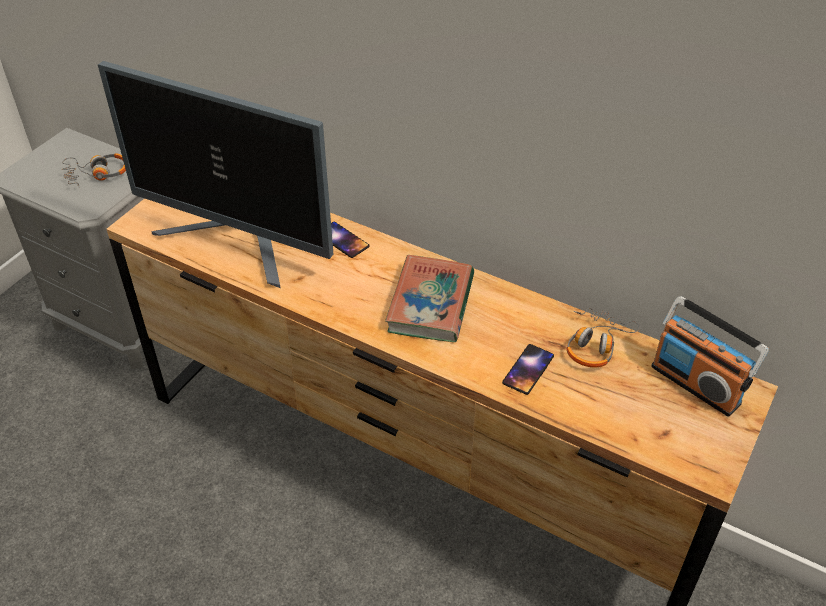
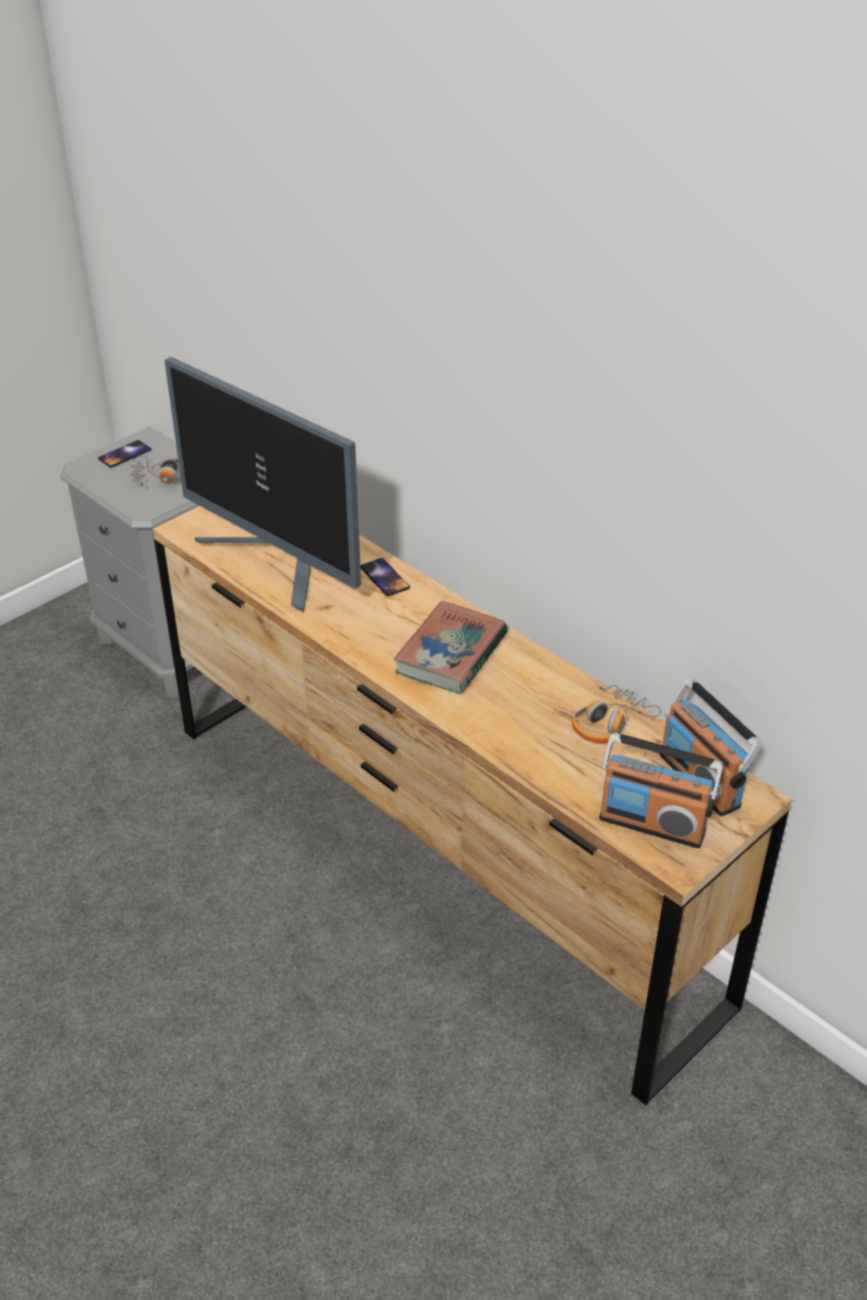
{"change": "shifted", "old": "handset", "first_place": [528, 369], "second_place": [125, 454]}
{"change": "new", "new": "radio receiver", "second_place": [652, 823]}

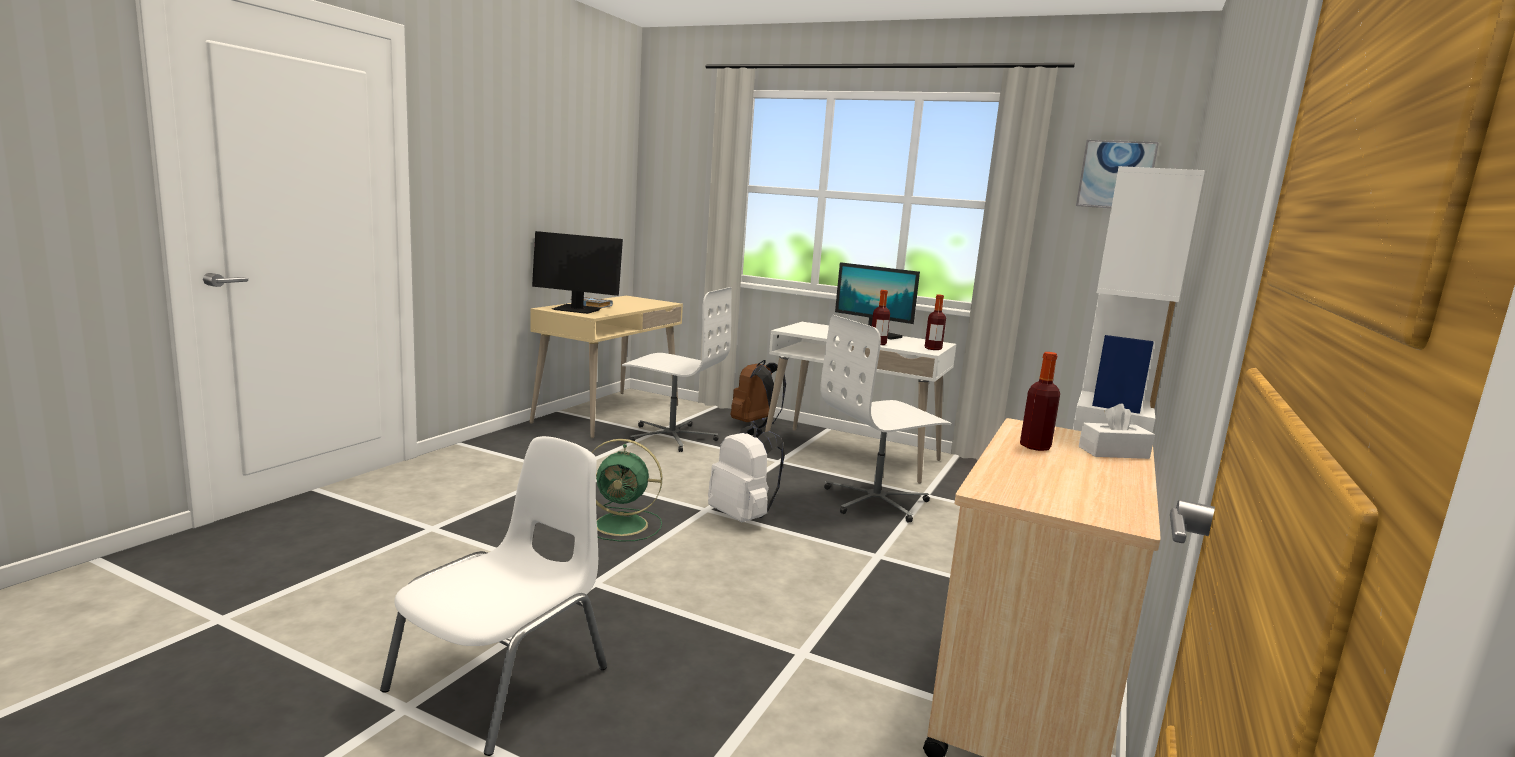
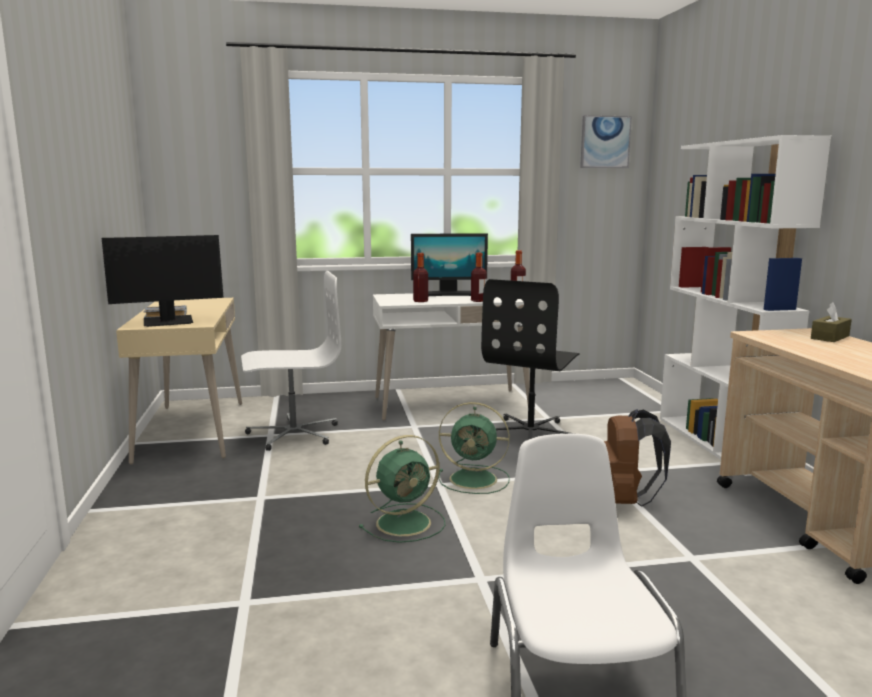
{"change": "shifted", "old": "drink bottle", "first_place": [1035, 446], "second_place": [420, 301]}
{"change": "swapped", "old": "rucksack (white-coloured)", "new": "electric fan (green-coloured)", "first_place": [743, 517], "second_place": [475, 479]}
{"change": "repainted", "old": "office chair (white-coloured)", "new": "office chair (black)", "first_place": [876, 501], "second_place": [531, 434]}
{"change": "shifted", "old": "rucksack (brown-coloured)", "first_place": [755, 425], "second_place": [624, 501]}
{"change": "repainted", "old": "box of tissues (white-coloured)", "new": "box of tissues (brown-coloured)", "first_place": [1113, 452], "second_place": [830, 337]}

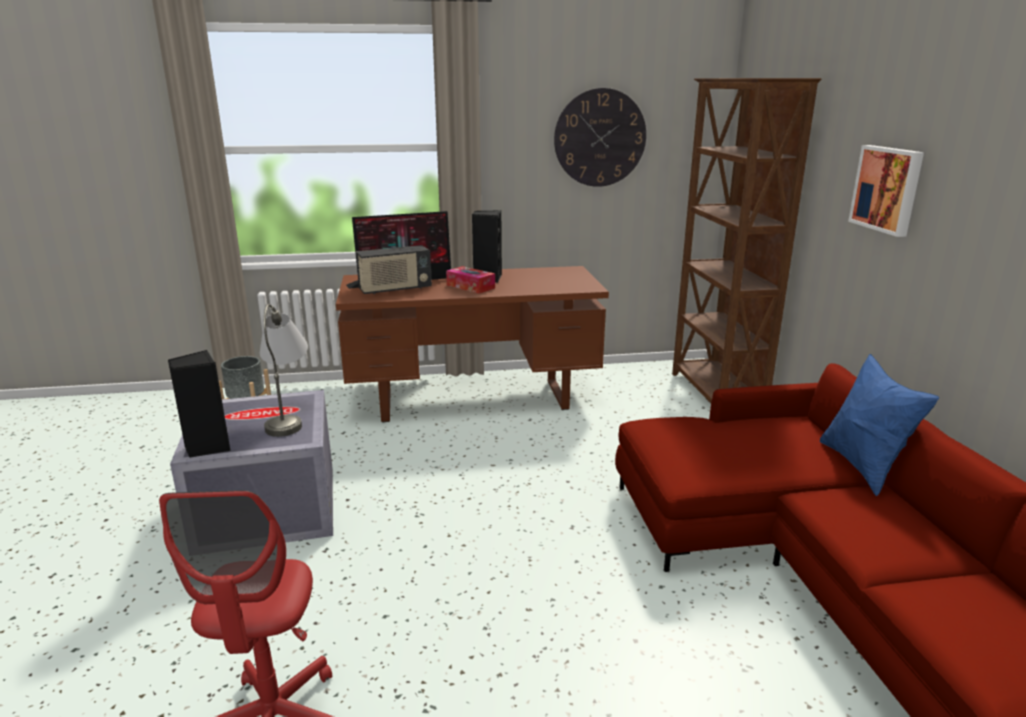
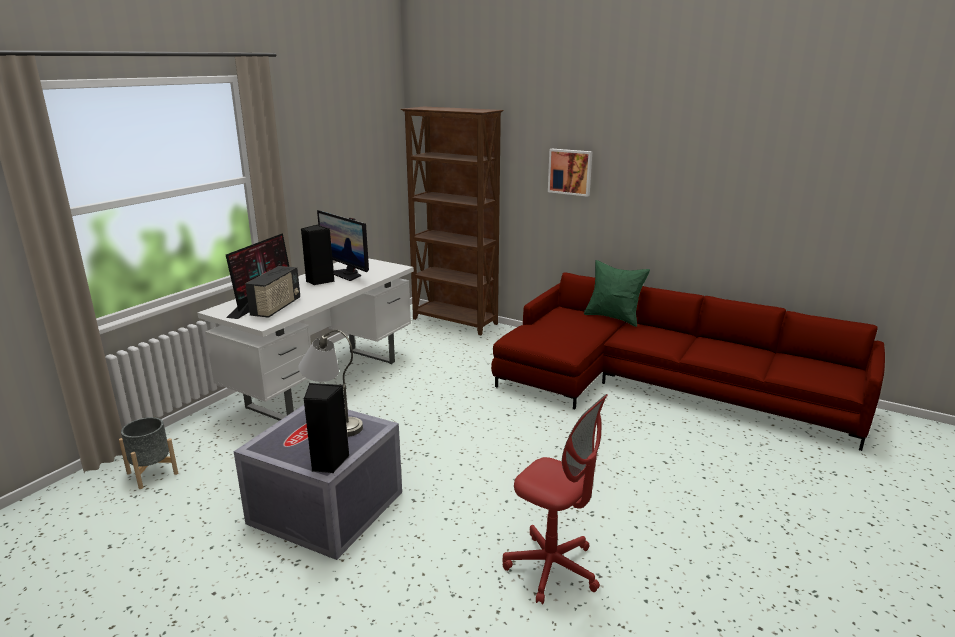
{"change": "repainted", "old": "desk unit (brown-coloured)", "new": "desk unit (white-coloured)", "first_place": [474, 400], "second_place": [325, 383]}
{"change": "new", "new": "computer display", "second_place": [347, 274]}
{"change": "repainted", "old": "cushion (blue)", "new": "cushion (green-coloured)", "first_place": [863, 466], "second_place": [613, 317]}
{"change": "gone", "old": "box of tissues", "first_place": [470, 286]}
{"change": "gone", "old": "hanging clock", "first_place": [600, 138]}

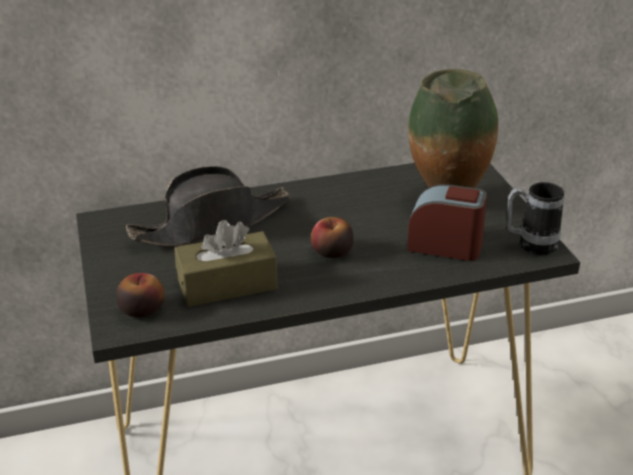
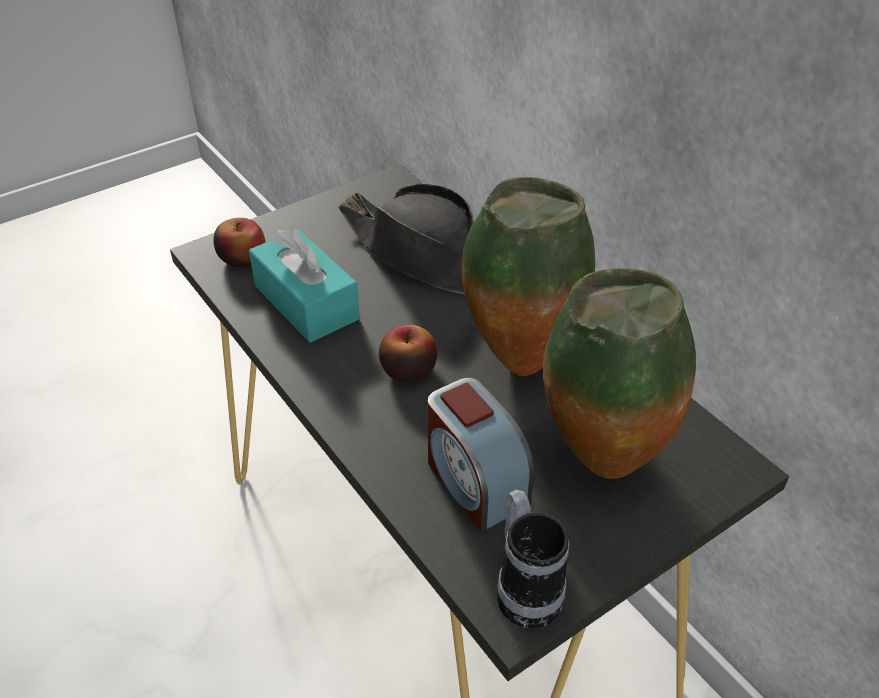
{"change": "repainted", "old": "box of tissues (brown-coloured)", "new": "box of tissues (turquoise-coloured)", "first_place": [227, 284], "second_place": [306, 302]}
{"change": "rotated", "old": "bedside clock", "first_place": [445, 246], "second_place": [474, 481], "degrees": 150}
{"change": "new", "new": "flower vase", "second_place": [518, 360]}

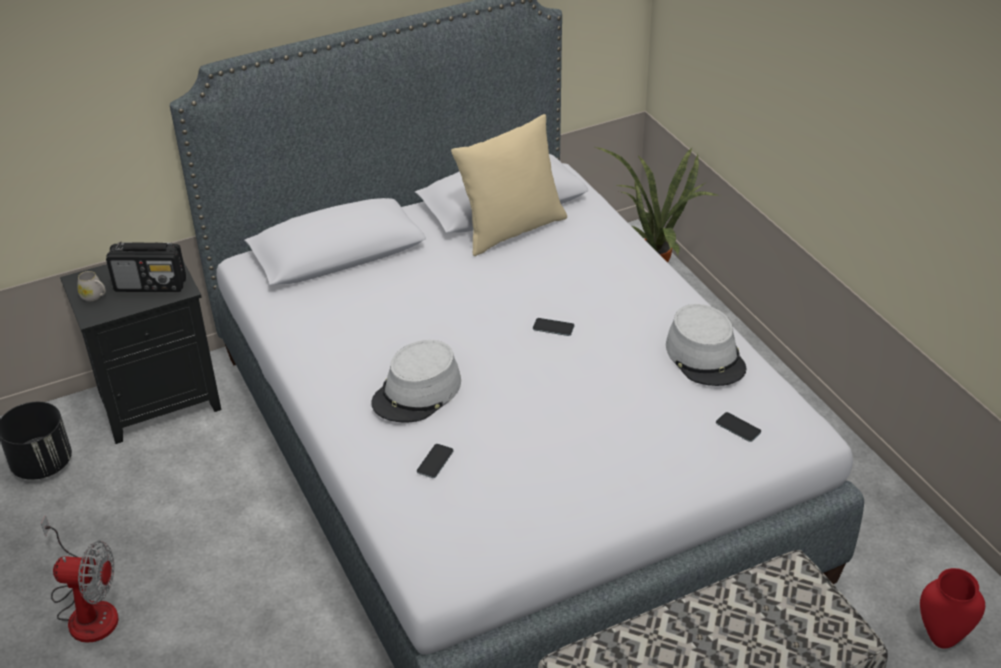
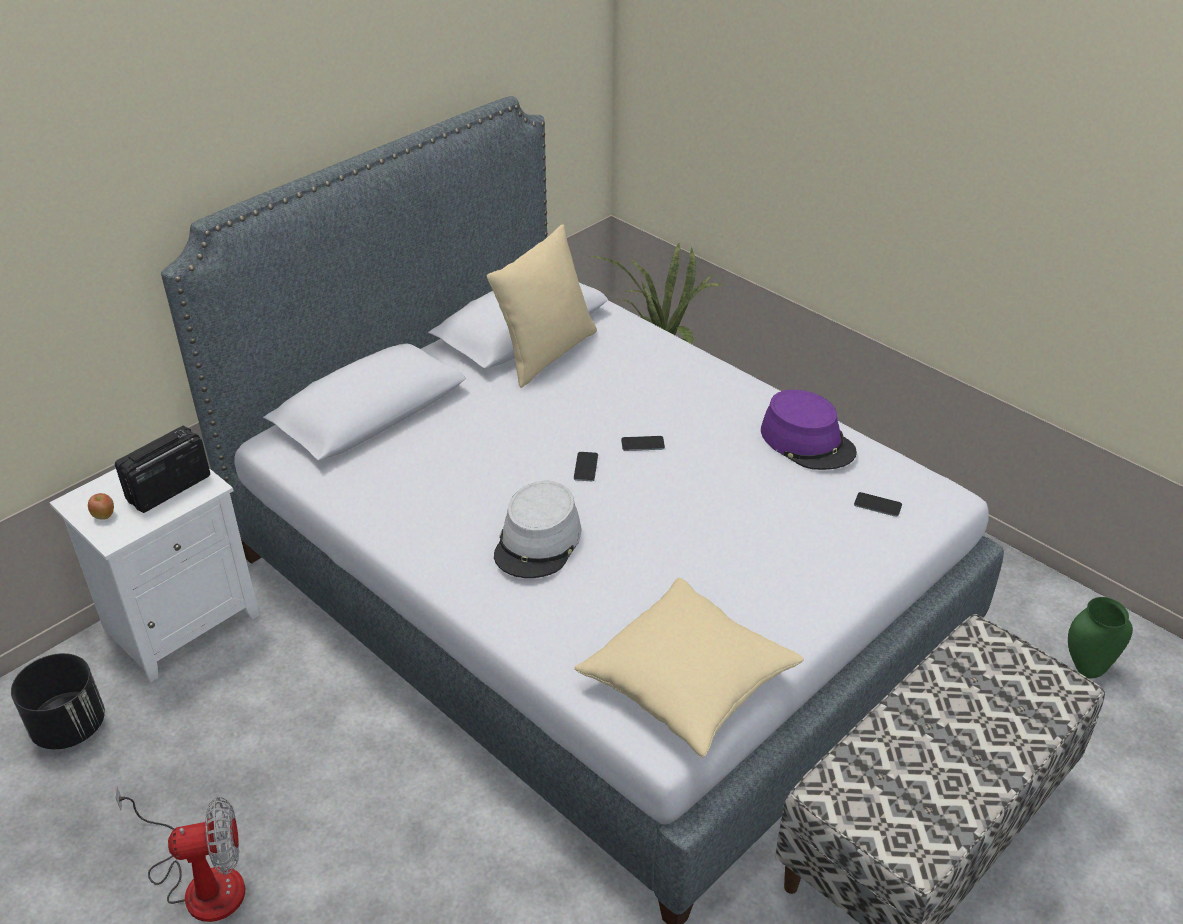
{"change": "repainted", "old": "night table (black)", "new": "night table (white-coloured)", "first_place": [159, 399], "second_place": [181, 620]}
{"change": "swapped", "old": "mug (white-coloured)", "new": "apple", "first_place": [94, 296], "second_place": [104, 515]}
{"change": "rotated", "old": "radio receiver", "first_place": [151, 285], "second_place": [168, 489], "degrees": 150}
{"change": "shifted", "old": "handset", "first_place": [435, 461], "second_place": [586, 467]}
{"change": "new", "new": "cushion (beige-coloured)", "second_place": [688, 682]}
{"change": "repainted", "old": "clothing hat (grey)", "new": "clothing hat (purple-coloured)", "first_place": [705, 356], "second_place": [807, 442]}
{"change": "repainted", "old": "flower vase (red)", "new": "flower vase (green-coloured)", "first_place": [941, 638], "second_place": [1086, 668]}

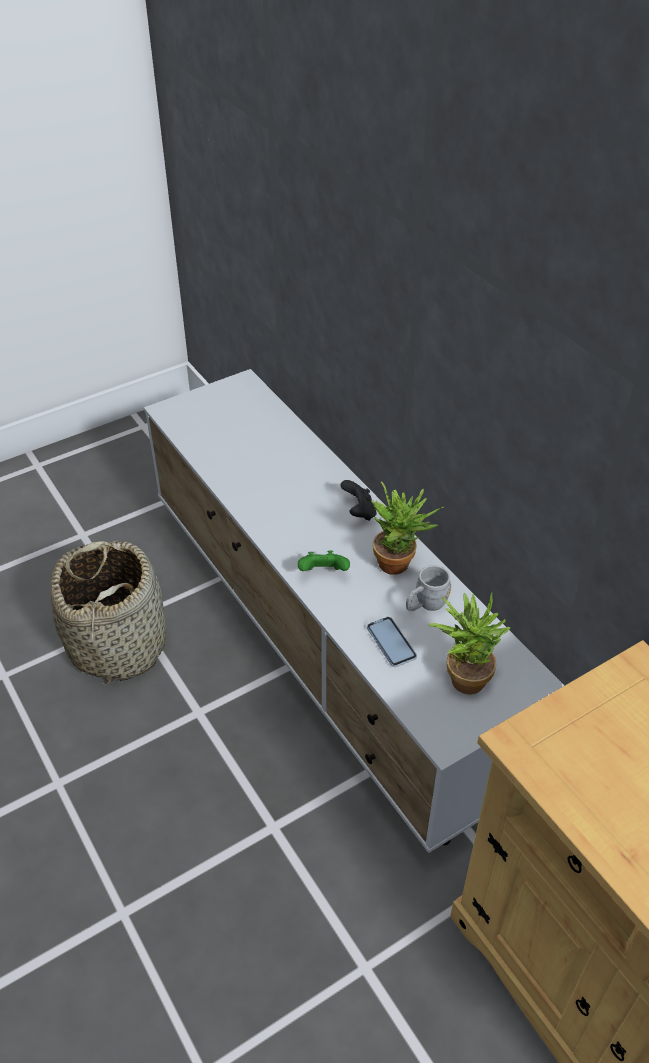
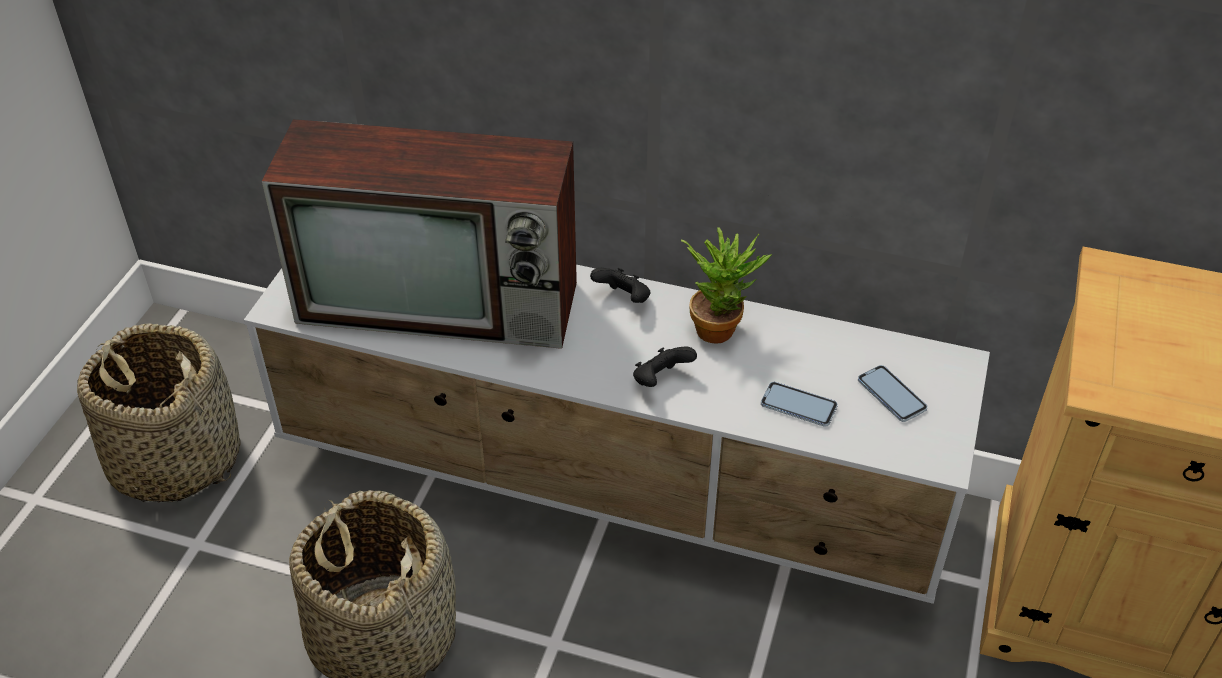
{"change": "new", "new": "storage basket", "second_place": [175, 458]}
{"change": "new", "new": "TV", "second_place": [444, 302]}
{"change": "repainted", "old": "joypad (green-coloured)", "new": "joypad (black)", "first_place": [323, 573], "second_place": [660, 380]}
{"change": "swapped", "old": "potted plant", "new": "handset", "first_place": [462, 676], "second_place": [891, 395]}
{"change": "gone", "old": "mug (grey)", "first_place": [425, 605]}

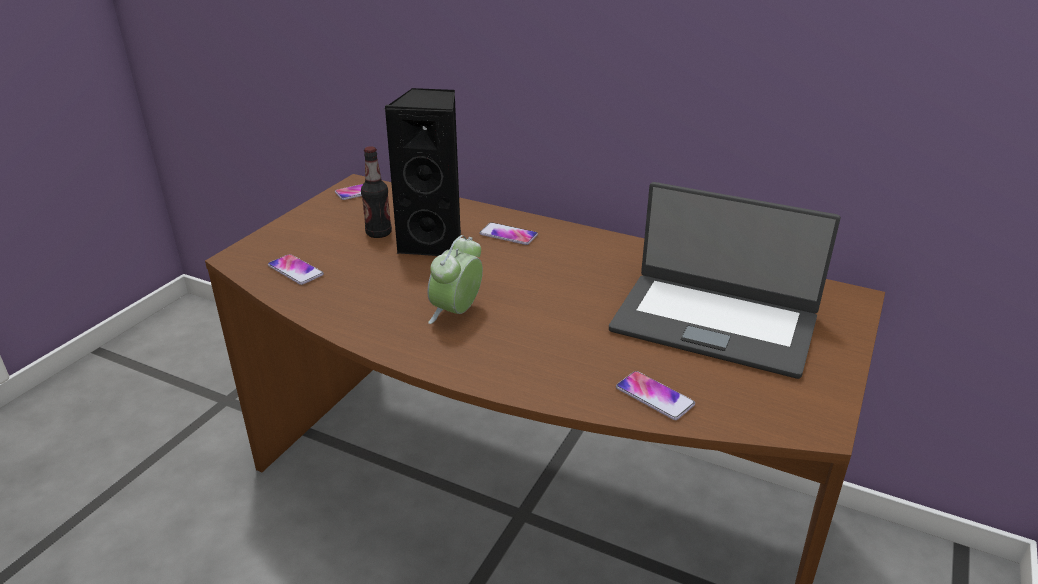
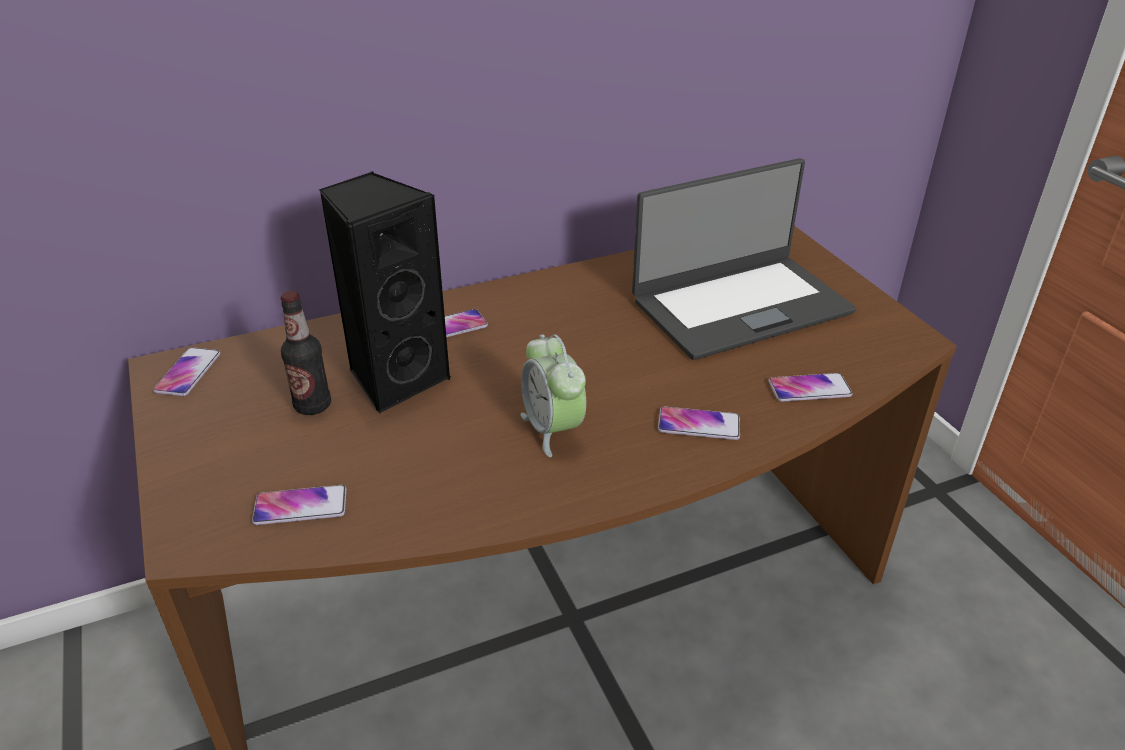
{"change": "new", "new": "handset", "second_place": [699, 424]}

